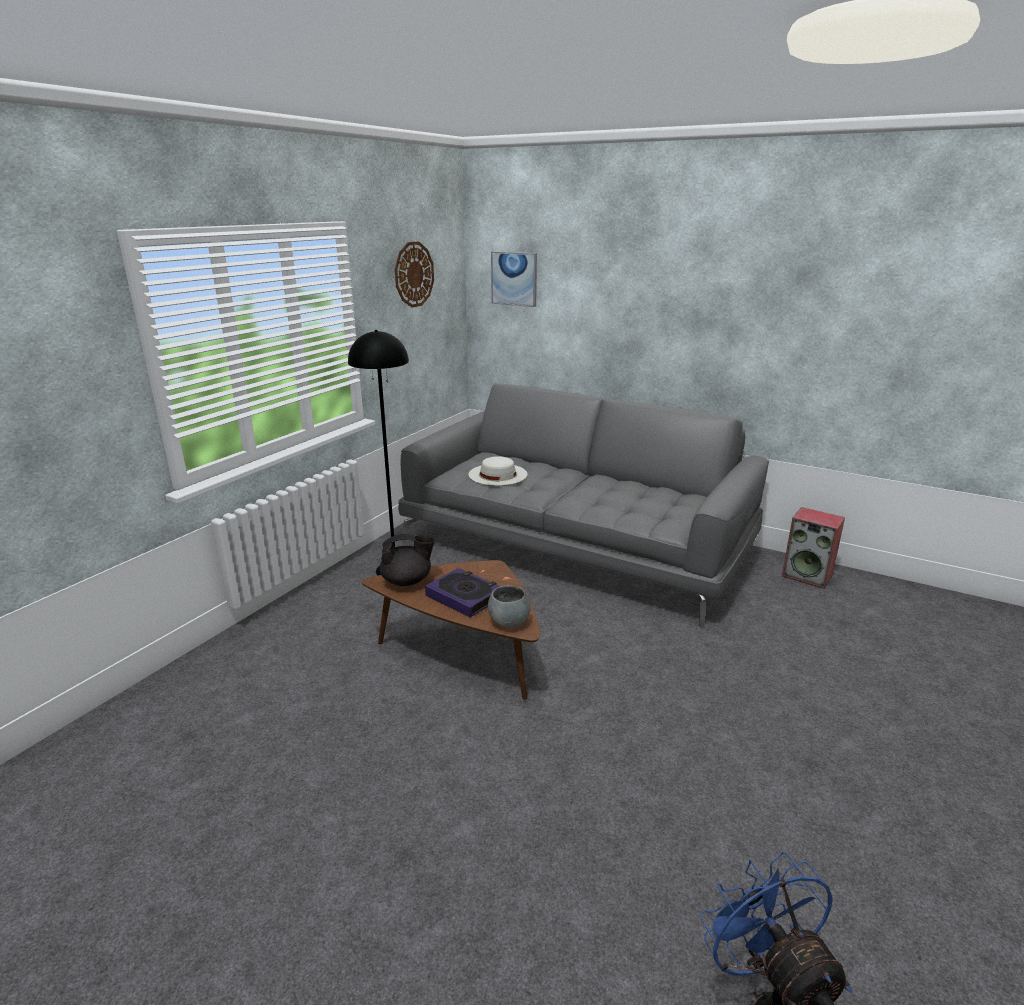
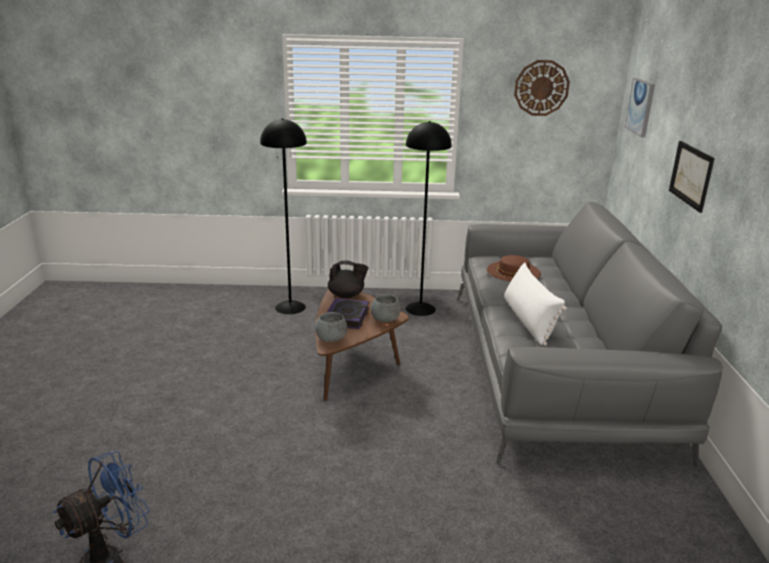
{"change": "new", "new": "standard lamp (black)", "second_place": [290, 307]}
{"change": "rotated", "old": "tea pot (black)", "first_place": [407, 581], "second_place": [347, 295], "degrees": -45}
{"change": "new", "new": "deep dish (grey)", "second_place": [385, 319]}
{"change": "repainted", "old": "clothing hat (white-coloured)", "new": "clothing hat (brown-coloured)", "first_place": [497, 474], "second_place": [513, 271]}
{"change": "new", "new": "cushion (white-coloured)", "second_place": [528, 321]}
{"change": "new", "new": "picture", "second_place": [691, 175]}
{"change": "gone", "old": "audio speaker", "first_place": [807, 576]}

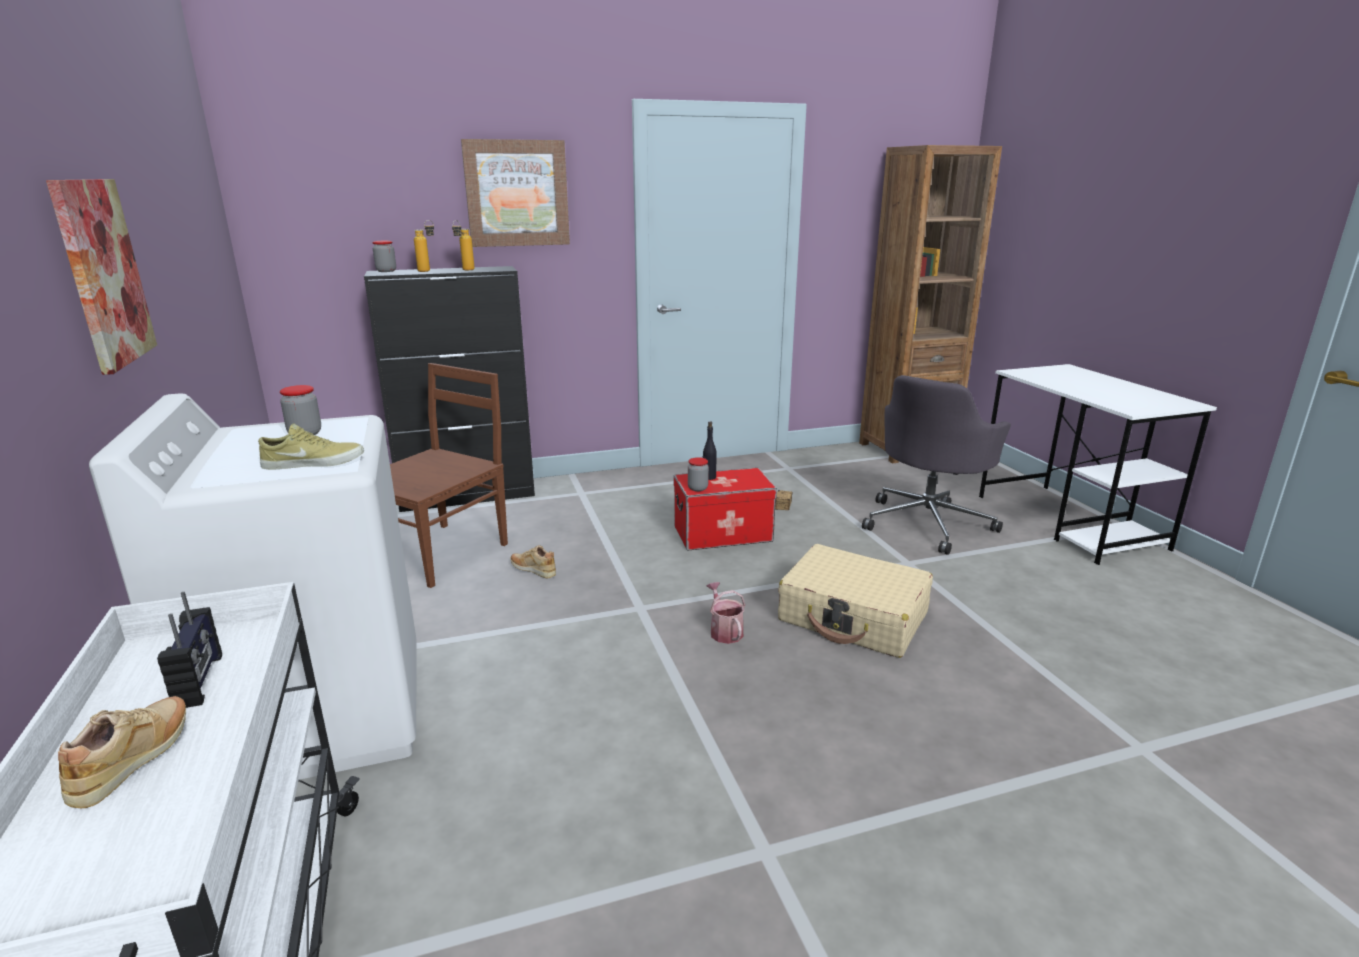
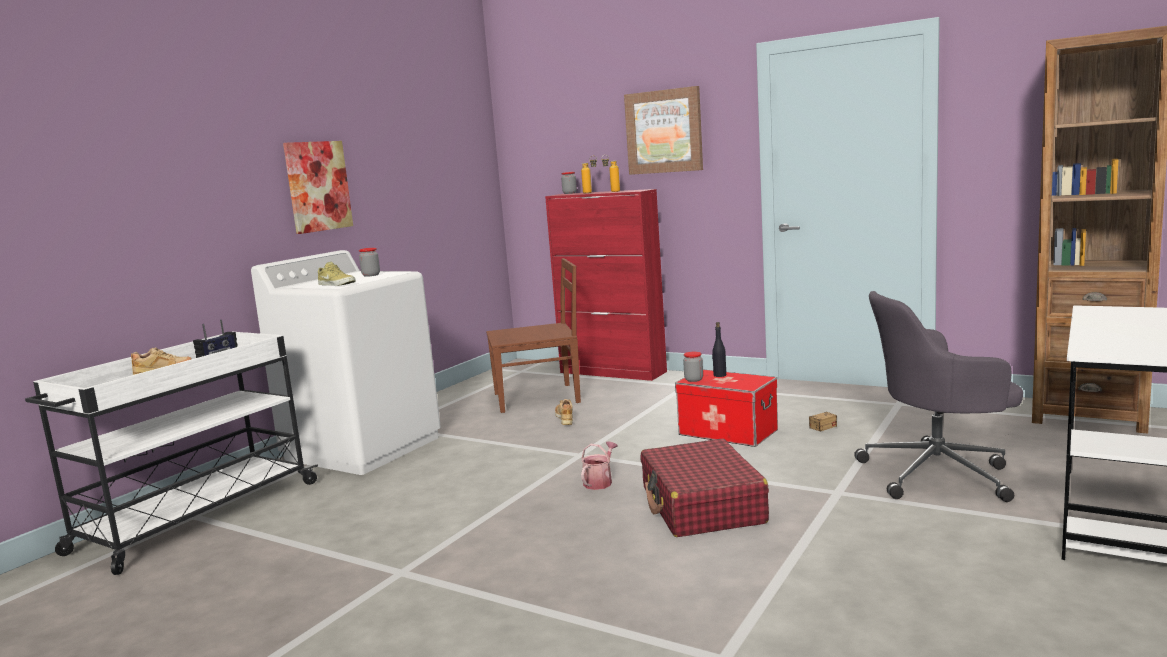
{"change": "repainted", "old": "storage cabinet (black)", "new": "storage cabinet (red)", "first_place": [468, 496], "second_place": [613, 372]}
{"change": "repainted", "old": "suitcase (beige-coloured)", "new": "suitcase (red)", "first_place": [853, 617], "second_place": [702, 506]}

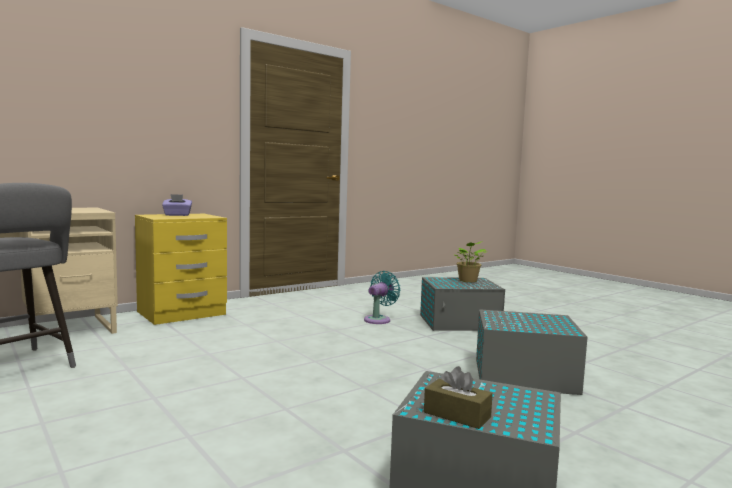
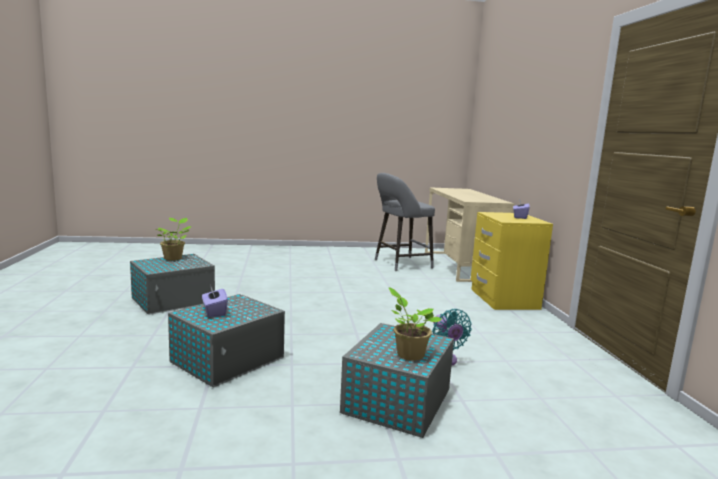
{"change": "swapped", "old": "box of tissues (brown-coloured)", "new": "potted plant", "first_place": [457, 415], "second_place": [174, 258]}
{"change": "new", "new": "box of tissues (purple-coloured)", "second_place": [214, 312]}

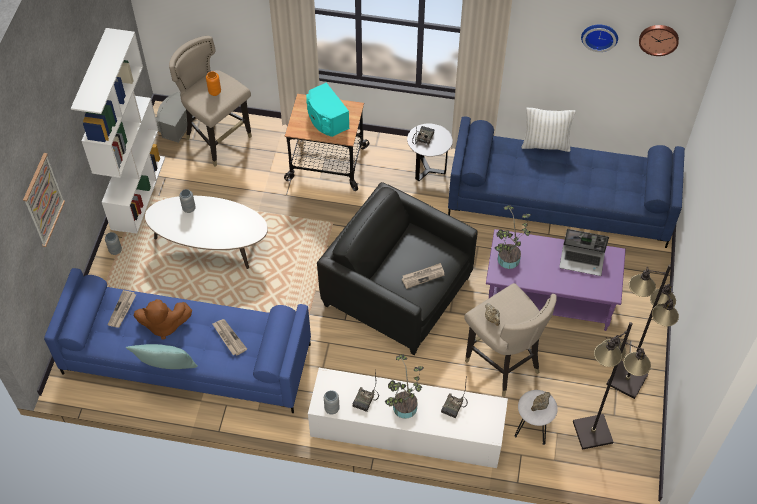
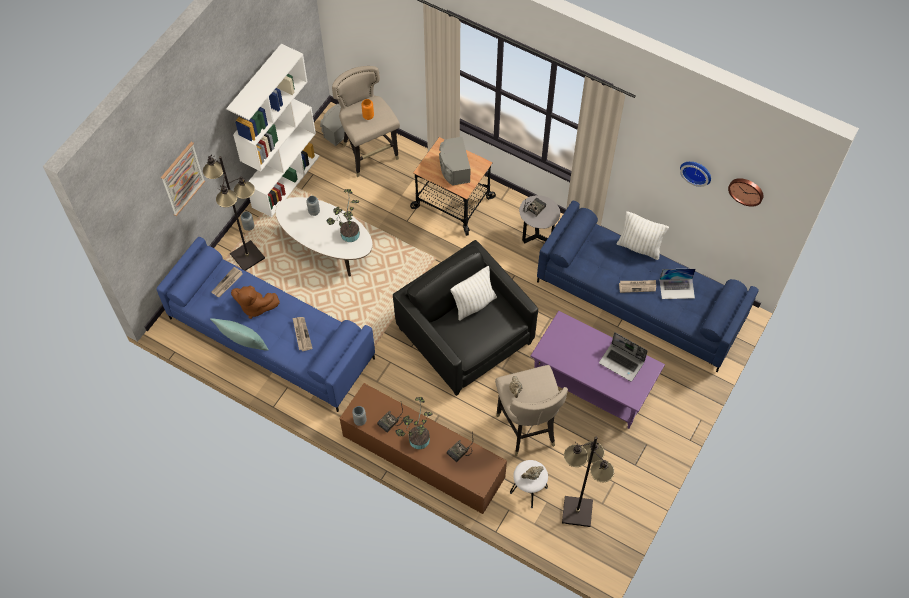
{"change": "shifted", "old": "standard lamp (black)", "first_place": [626, 379], "second_place": [247, 256]}
{"change": "shifted", "old": "potted plant", "first_place": [507, 261], "second_place": [348, 235]}
{"change": "repainted", "old": "tv stand (white-coloured)", "new": "tv stand (brown-coloured)", "first_place": [405, 431], "second_place": [422, 457]}
{"change": "repainted", "old": "audio speaker (turquoise-coloured)", "new": "audio speaker (grey)", "first_place": [326, 119], "second_place": [454, 168]}
{"change": "new", "new": "cushion (white-coloured)", "second_place": [474, 304]}
{"change": "shifted", "old": "daily paper", "first_place": [423, 276], "second_place": [637, 286]}
{"change": "new", "new": "laptop", "second_place": [677, 288]}

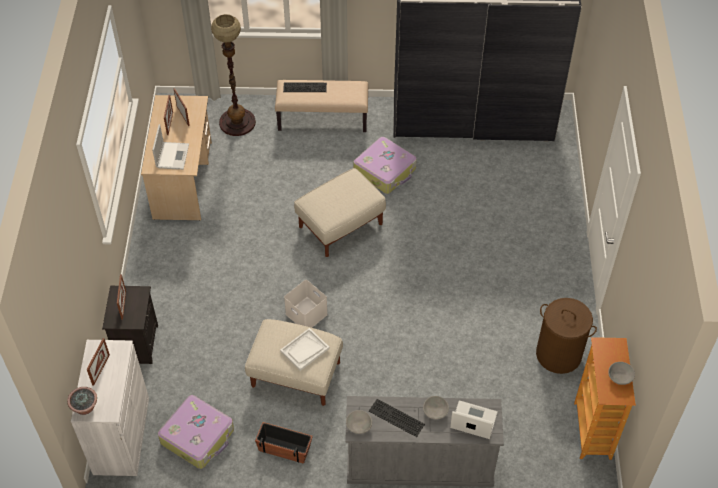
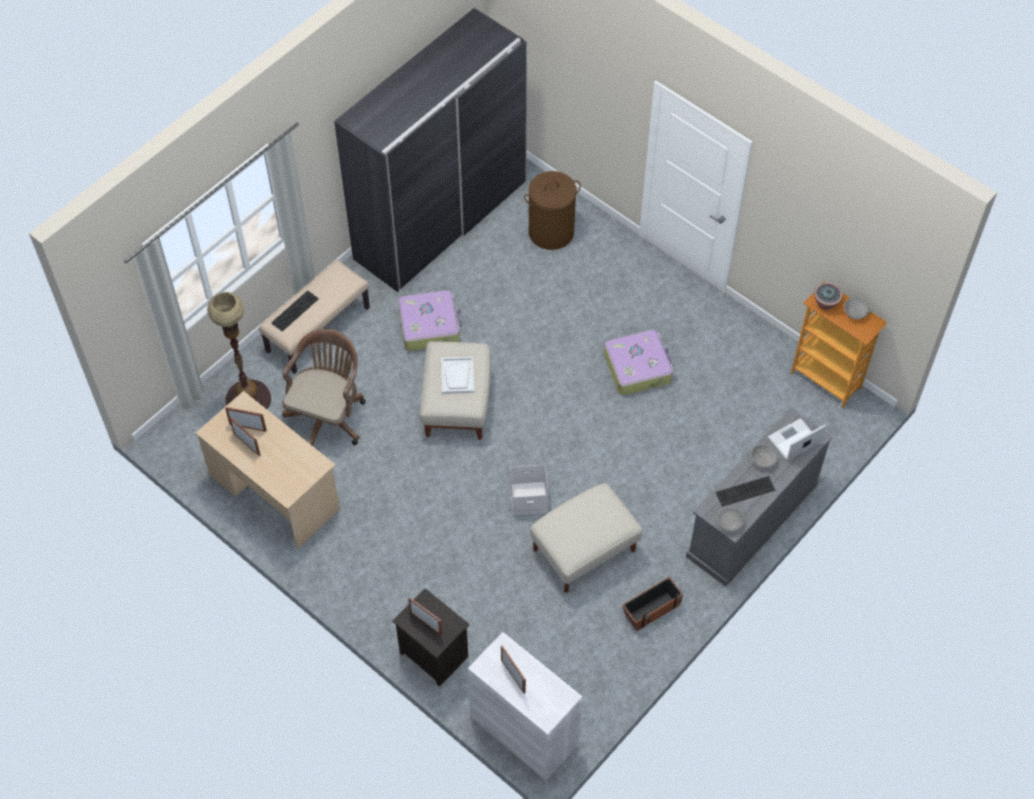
{"change": "new", "new": "office chair (brown-coloured)", "second_place": [328, 416]}
{"change": "shifted", "old": "carrying tray (white-coloured)", "first_place": [304, 350], "second_place": [457, 376]}
{"change": "shifted", "old": "laundry basket (brown-coloured)", "first_place": [559, 354], "second_place": [551, 232]}
{"change": "shifted", "old": "suitcase", "first_place": [198, 436], "second_place": [638, 367]}
{"change": "shifted", "old": "potted plant", "first_place": [85, 408], "second_place": [825, 303]}
{"change": "gone", "old": "laptop", "first_place": [172, 155]}

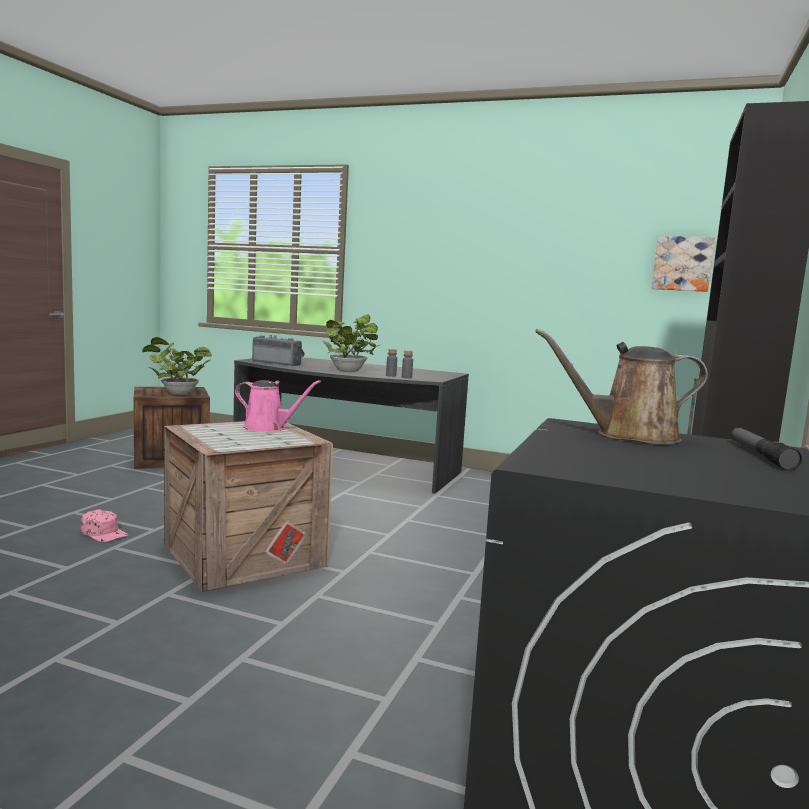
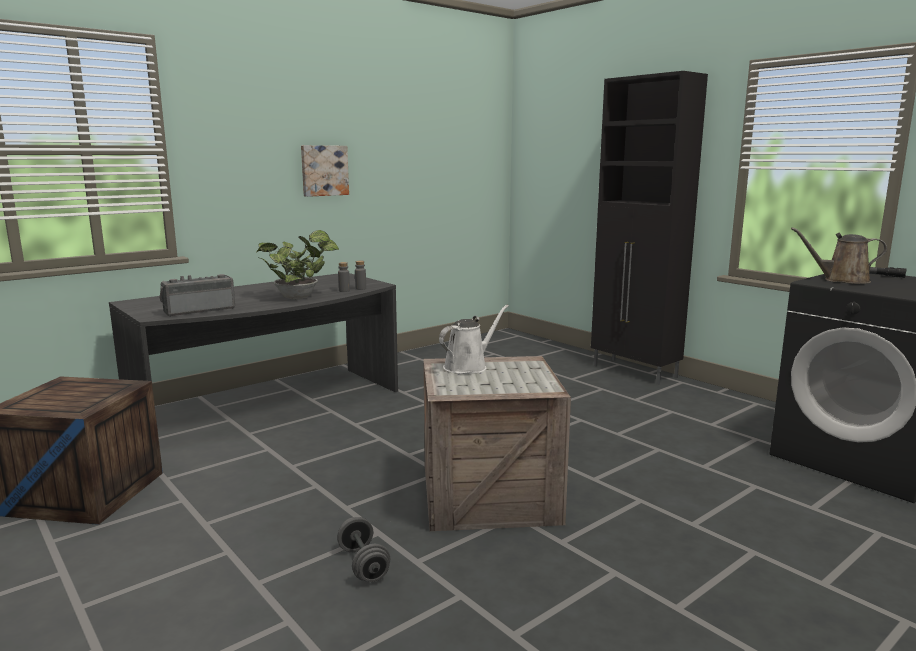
{"change": "shifted", "old": "picture", "first_place": [682, 263], "second_place": [324, 170]}
{"change": "swapped", "old": "cap (pink-coloured)", "new": "free weight (grey)", "first_place": [104, 533], "second_place": [363, 564]}
{"change": "repainted", "old": "watering pot (pink-coloured)", "new": "watering pot (white-coloured)", "first_place": [268, 428], "second_place": [468, 366]}
{"change": "rotated", "old": "watering pot (brown-coloured)", "first_place": [628, 436], "second_place": [841, 280], "degrees": 75}
{"change": "gone", "old": "potted plant", "first_place": [177, 394]}

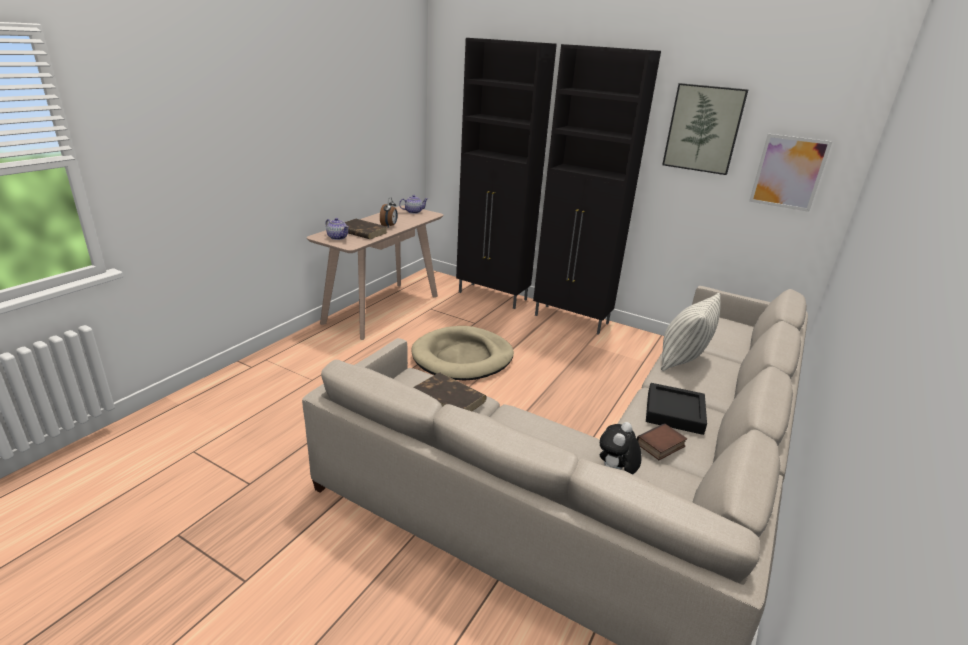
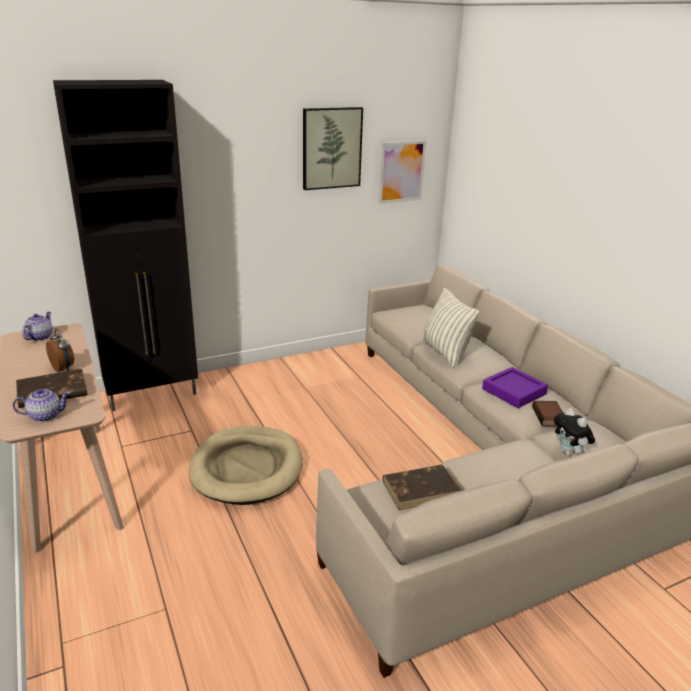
{"change": "repainted", "old": "carrying tray (black)", "new": "carrying tray (purple-coloured)", "first_place": [674, 413], "second_place": [514, 391]}
{"change": "gone", "old": "storage cabinet (black)", "first_place": [572, 320]}

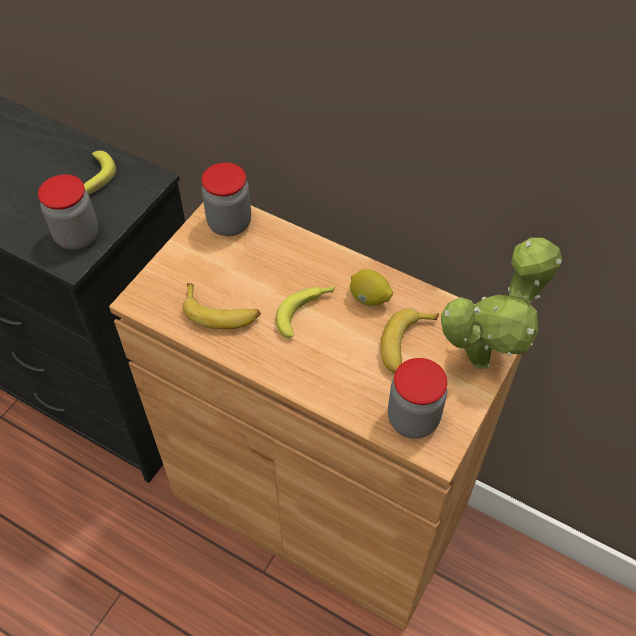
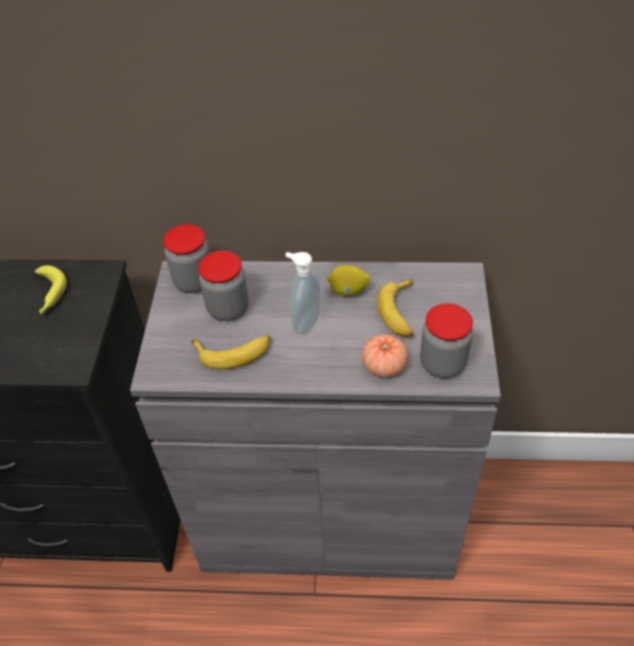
{"change": "repainted", "old": "storage cabinet (brown-coloured)", "new": "storage cabinet (grey)", "first_place": [318, 505], "second_place": [328, 517]}
{"change": "shifted", "old": "preserve jar", "first_place": [77, 236], "second_place": [228, 309]}
{"change": "swapped", "old": "whole banana", "new": "liquid soap bottle", "first_place": [306, 312], "second_place": [305, 322]}
{"change": "new", "new": "whole tomato", "second_place": [384, 365]}
{"change": "gone", "old": "potted plant", "first_place": [485, 356]}

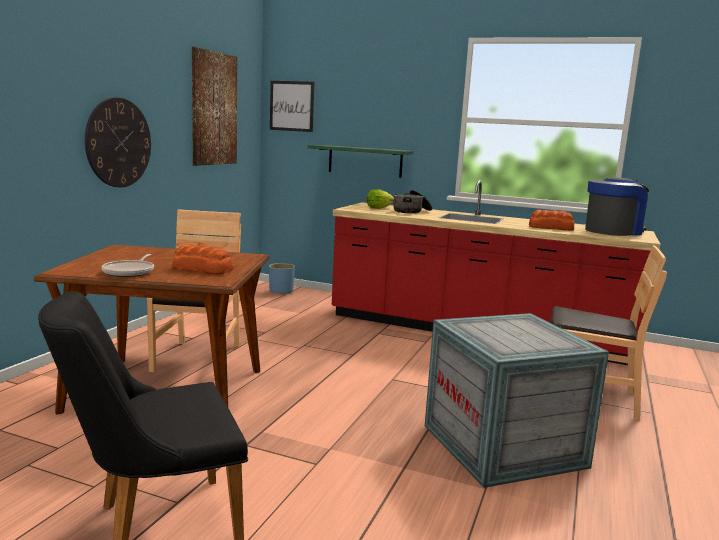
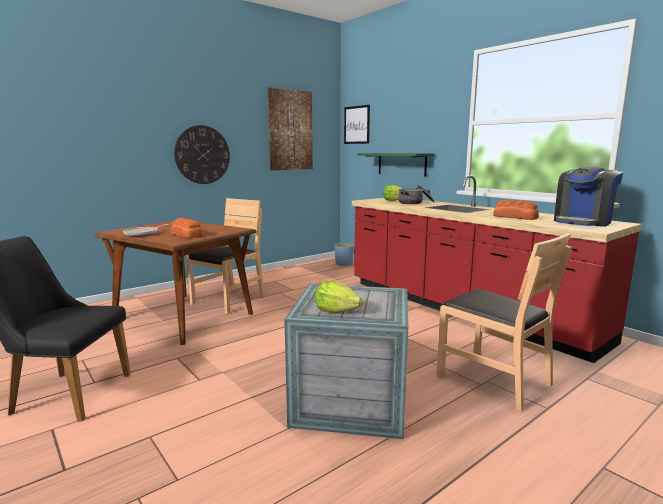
{"change": "new", "new": "lettuce", "second_place": [336, 311]}
{"change": "rotated", "old": "coffee maker", "first_place": [613, 231], "second_place": [583, 222], "degrees": 135}

